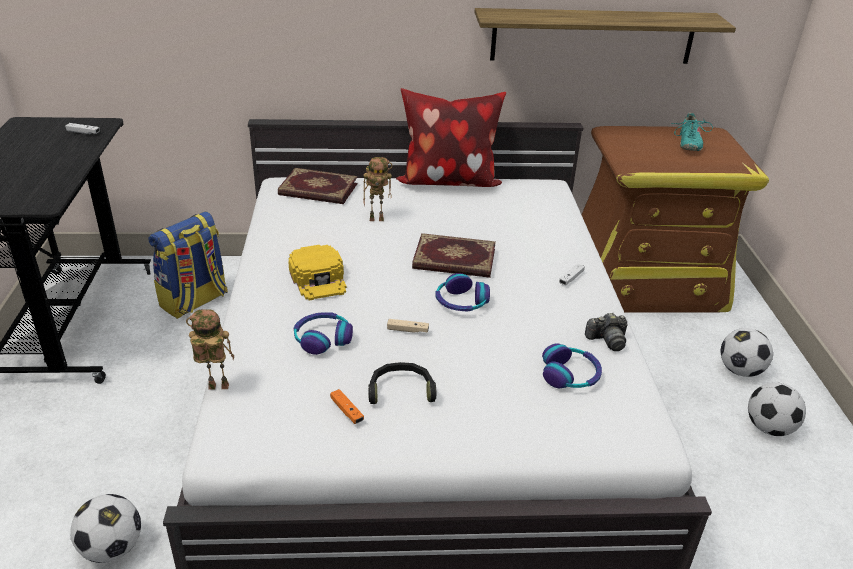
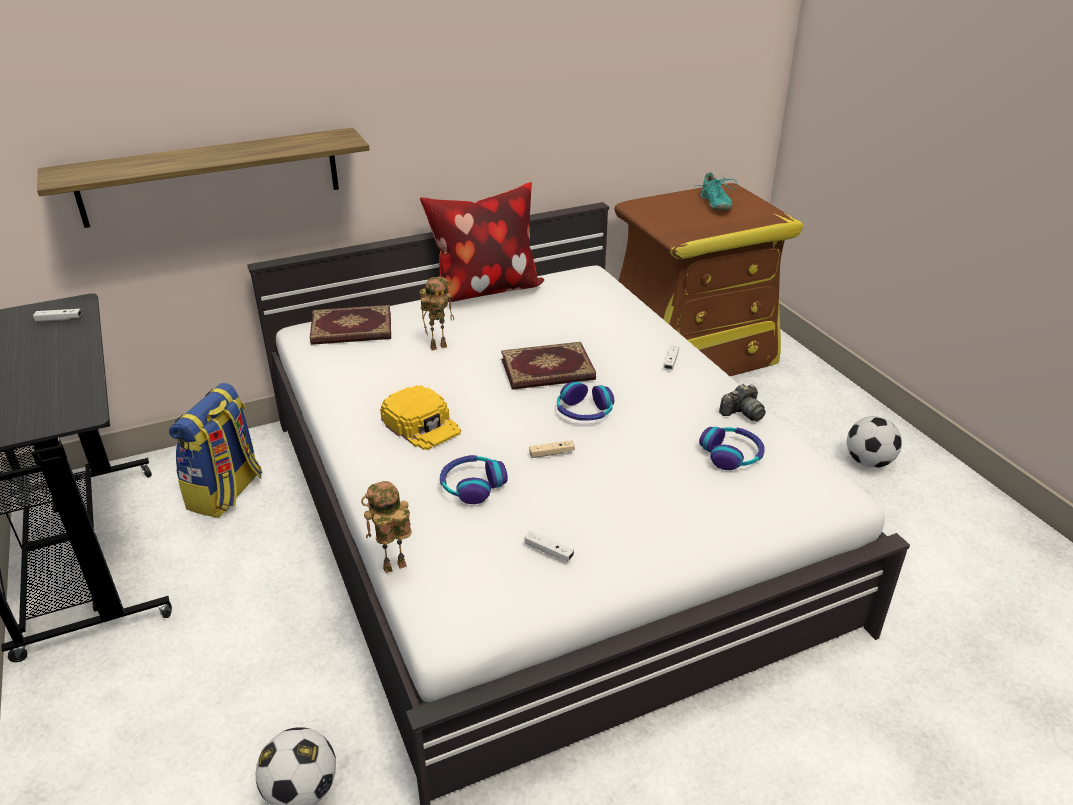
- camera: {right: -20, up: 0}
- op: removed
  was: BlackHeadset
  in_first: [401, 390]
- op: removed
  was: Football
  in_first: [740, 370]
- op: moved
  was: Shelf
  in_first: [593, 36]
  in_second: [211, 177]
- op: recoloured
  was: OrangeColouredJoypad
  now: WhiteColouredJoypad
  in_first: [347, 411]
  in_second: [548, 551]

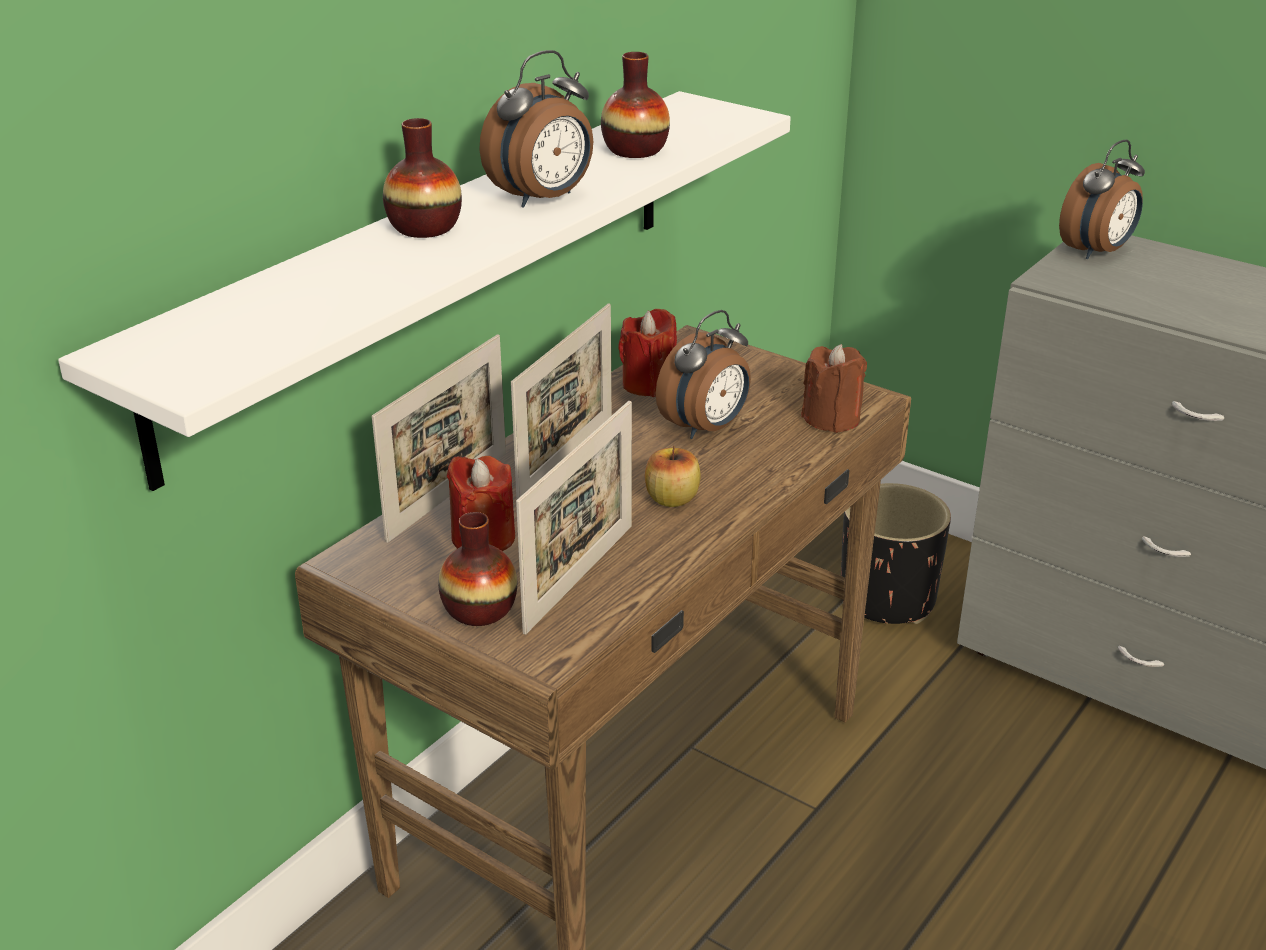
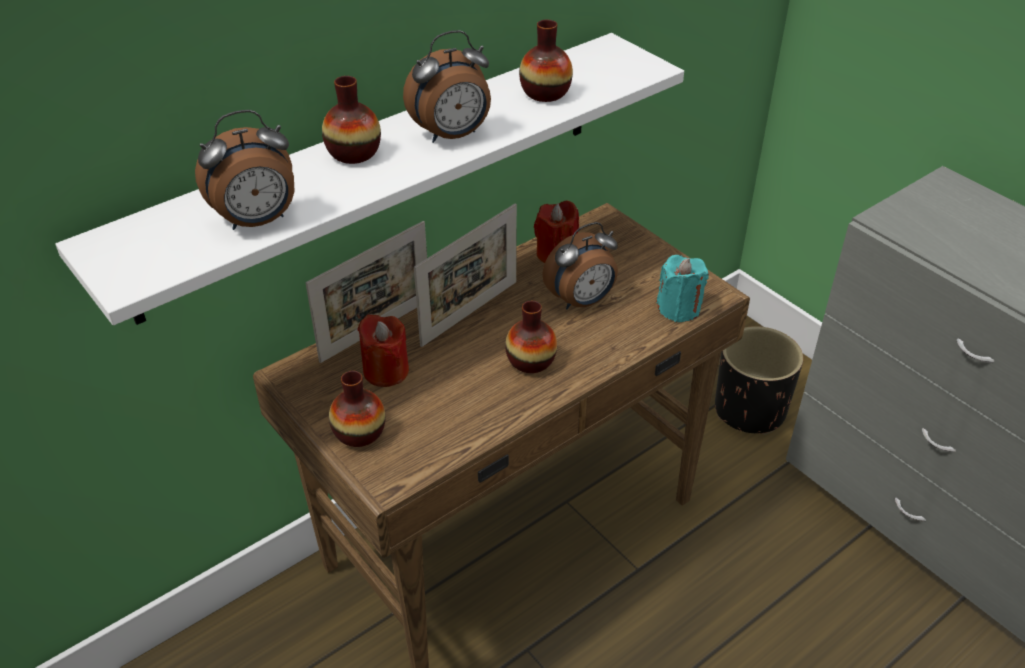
- camera: {right: 15, up: 10}
- op: removed
  was: PictureFrame
  in_first: [580, 577]
- op: moved
  was: TableClock
  in_first: [1097, 252]
  in_second: [257, 221]
- op: replaced
  was: AppleFruit
  now: FlowerVase
  in_first: [672, 499]
  in_second: [530, 361]
- op: recoloured
  was: BrownColouredWaxLight
  now: TurquoiseWaxLight
  in_first: [832, 419]
  in_second: [679, 308]

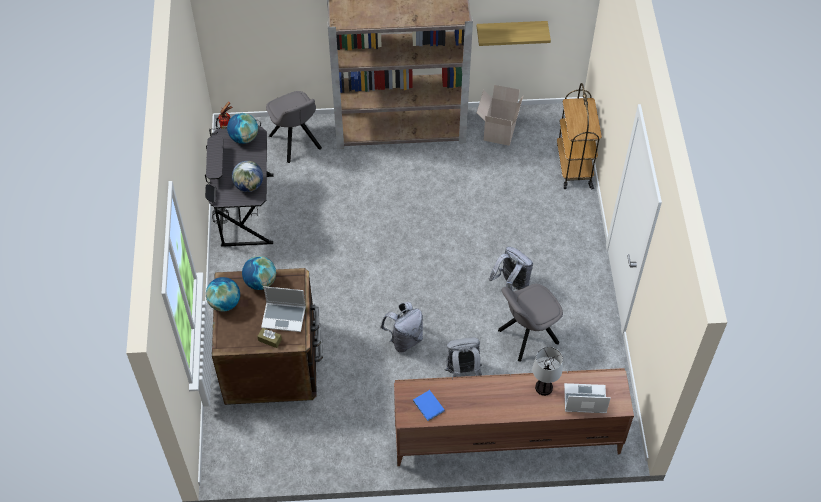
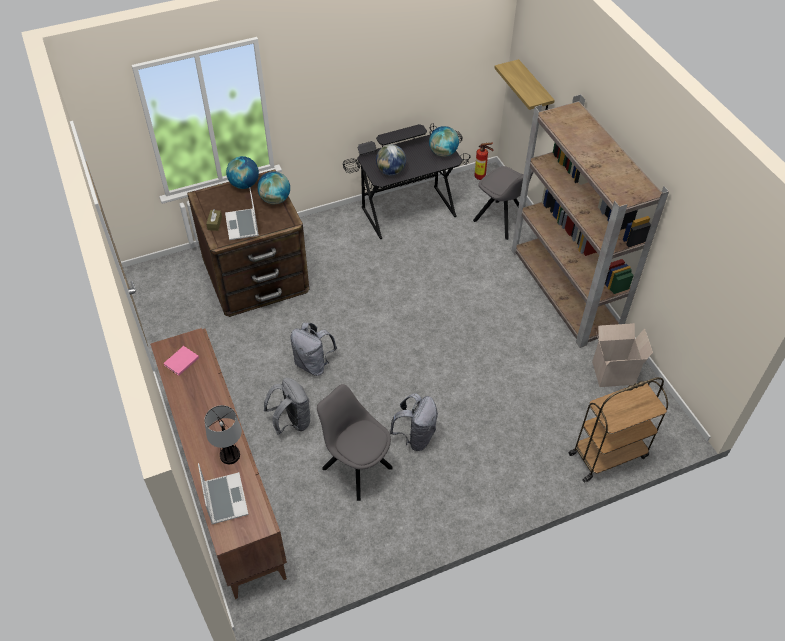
- camera: {right: 70, up: -5}
- op: moved
  was: Shelf
  in_first: [511, 30]
  in_second: [534, 89]
- op: recoloured
  was: BluishVolume
  now: PinkVolume
  in_first: [428, 407]
  in_second: [180, 362]
- op: turned
  was: GrayChair
  in_first: [296, 142]
  in_second: [501, 220]
  clockwise: -90

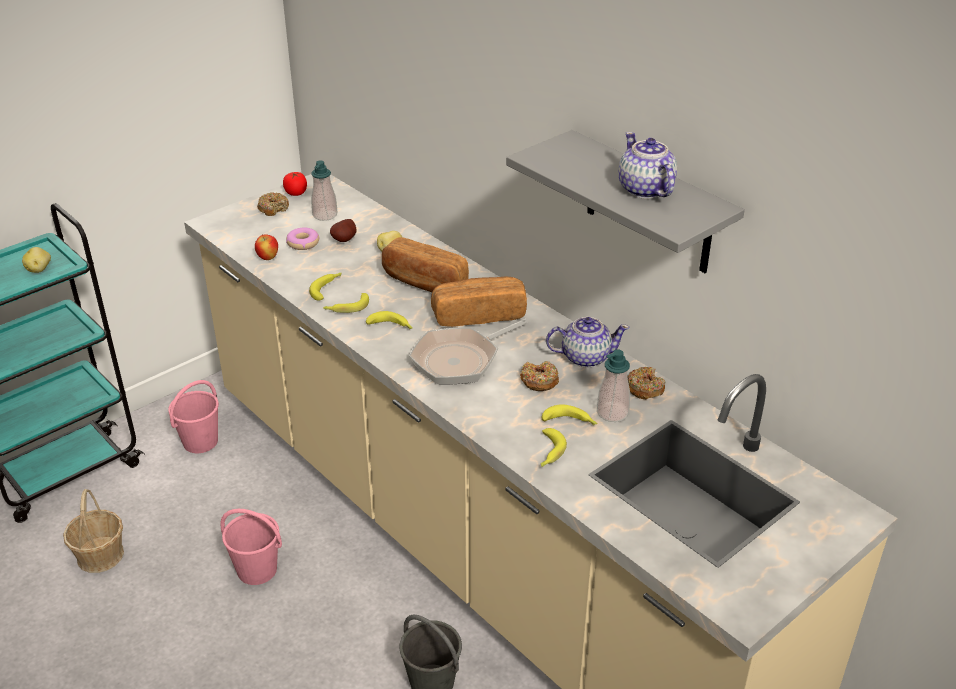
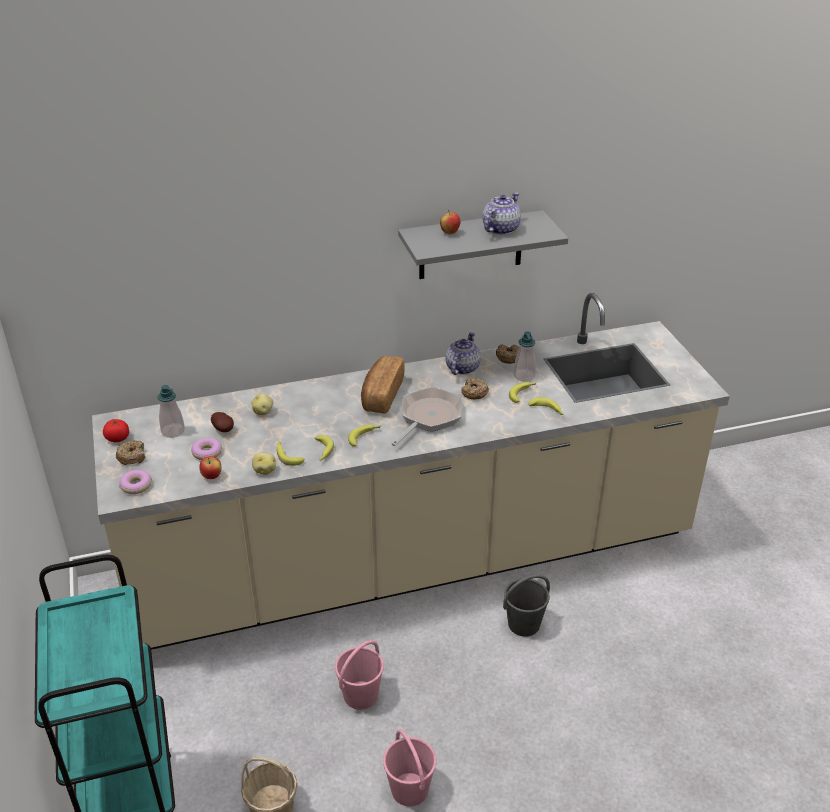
- camera: {right: -65, up: 0}
- op: removed
  was: Bread
  in_first: [423, 282]
- op: added
  now: Donut
  in_second: [136, 485]
- op: added
  now: AppleFruit
  in_second: [450, 233]
- op: moved
  was: Spud
  in_first: [39, 269]
  in_second: [265, 470]
- op: moved
  was: PinkPail
  in_first: [201, 441]
  in_second: [409, 789]
- op: turned
  was: FryingPan
  in_first: [460, 360]
  in_second: [428, 417]
  clockwise: -135
- op: turned
  was: TeaPot
  in_first: [645, 190]
  in_second: [500, 229]
  clockwise: 120

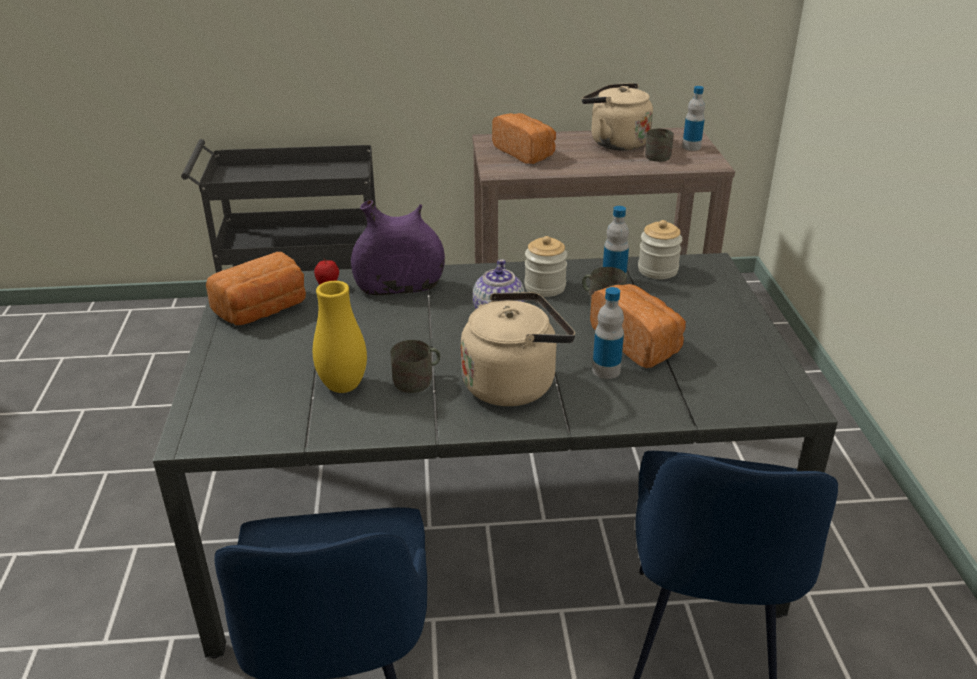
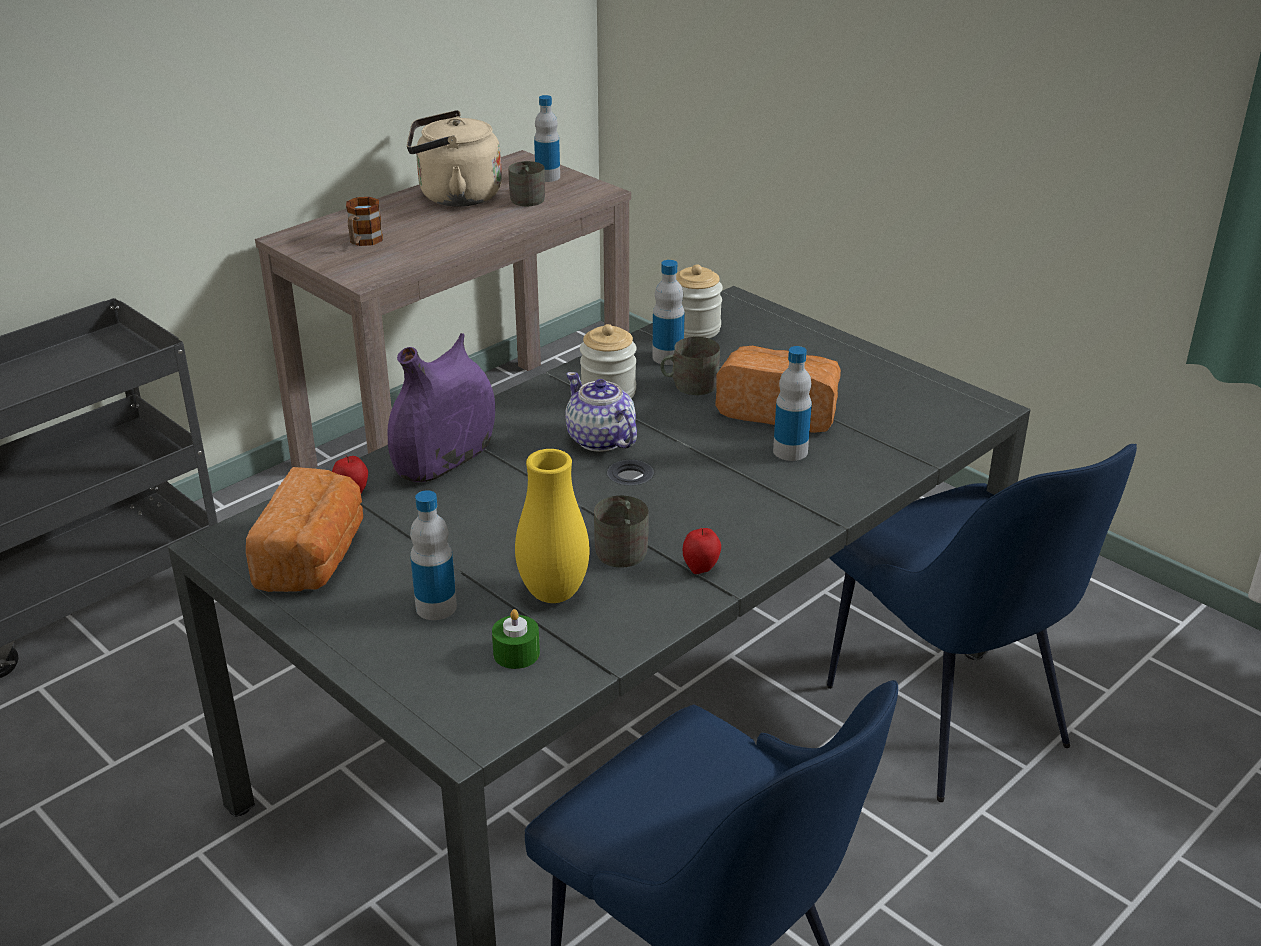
- camera: {right: -40, up: 0}
- op: removed
  was: BeigeColouredWaterKettle
  in_first: [514, 383]
- op: added
  now: DrinkBottle
  in_second: [436, 607]
- op: added
  now: GreenColouredWaxLight
  in_second: [516, 653]
- op: added
  now: AppleFruit
  in_second: [701, 569]
- op: replaced
  was: Bread
  now: CoffeeMug
  in_first: [525, 152]
  in_second: [363, 242]

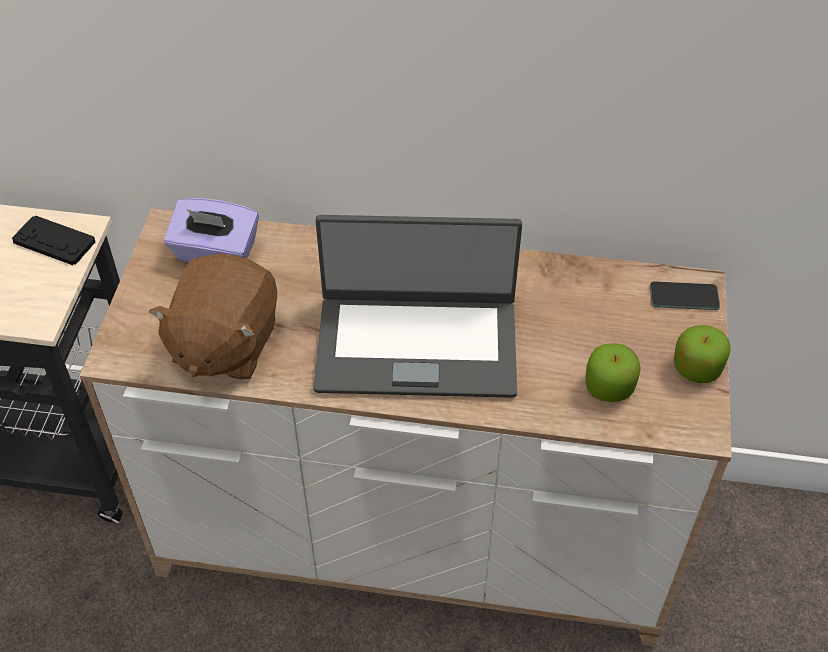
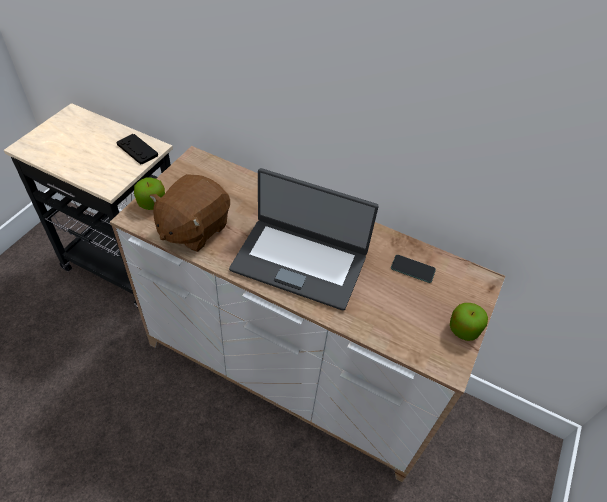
- camera: {right: 15, up: 0}
- op: removed
  was: PurpleBoxOfTissues
  in_first: [216, 253]
- op: moved
  was: AppleFruit
  in_first: [609, 387]
  in_second: [152, 203]
- op: moved
  was: Telephone
  in_first: [684, 297]
  in_second: [413, 269]

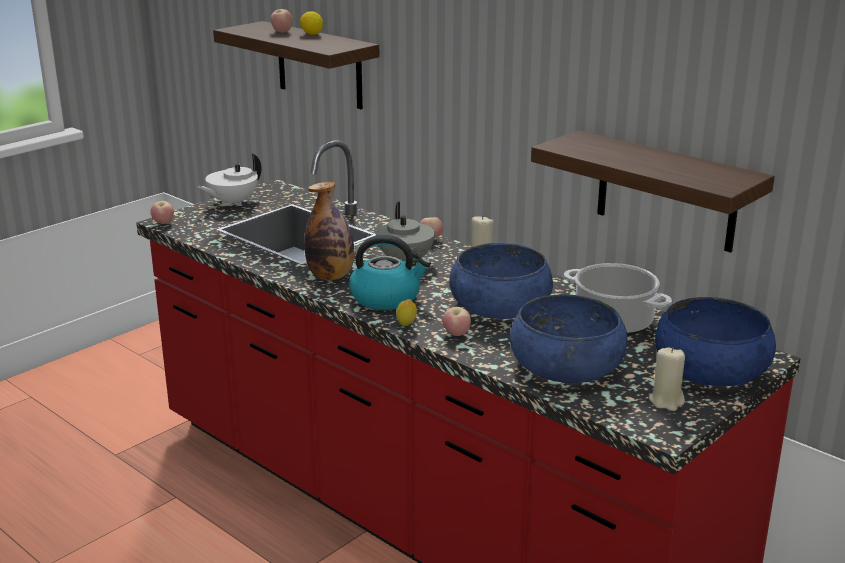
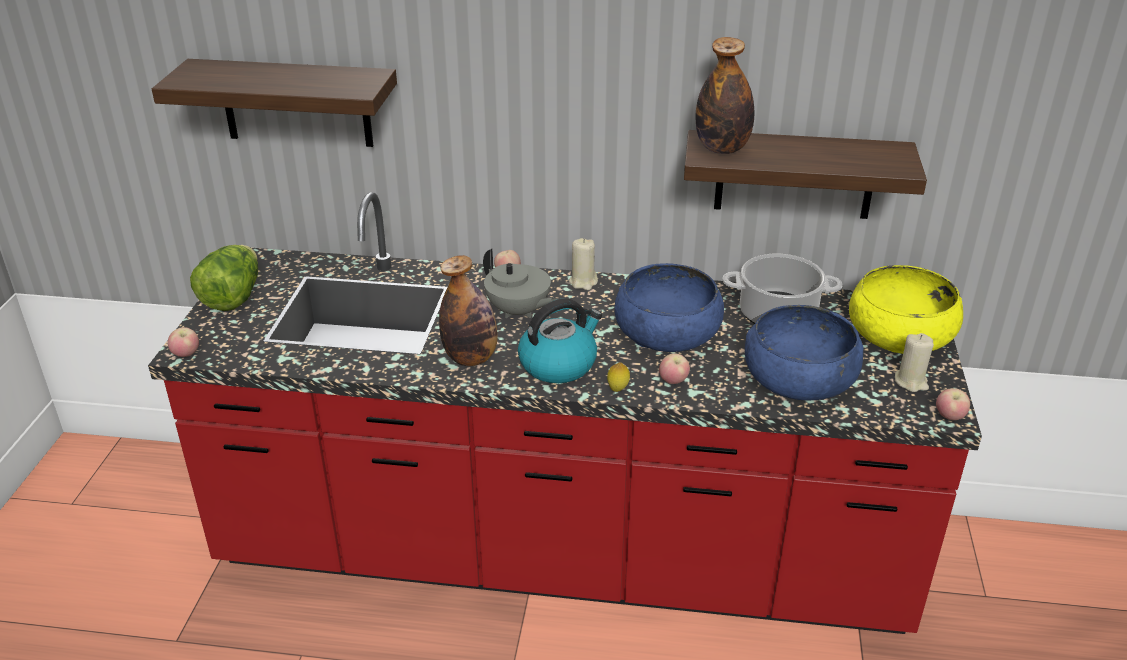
- camera: {right: -35, up: 10}
- op: removed
  was: WholeLemon
  in_first: [311, 34]
- op: added
  now: DrinkBottle
  in_second: [722, 148]
- op: moved
  was: AppleFruit
  in_first: [282, 32]
  in_second: [949, 417]
- op: replaced
  was: WhiteColouredTeaPot
  now: HeadOfLettuce
  in_first: [232, 203]
  in_second: [233, 297]
- op: recoloured
  was: BluishServingBowl
  now: YellowColouredServingBowl
  in_first: [711, 368]
  in_second: [900, 333]

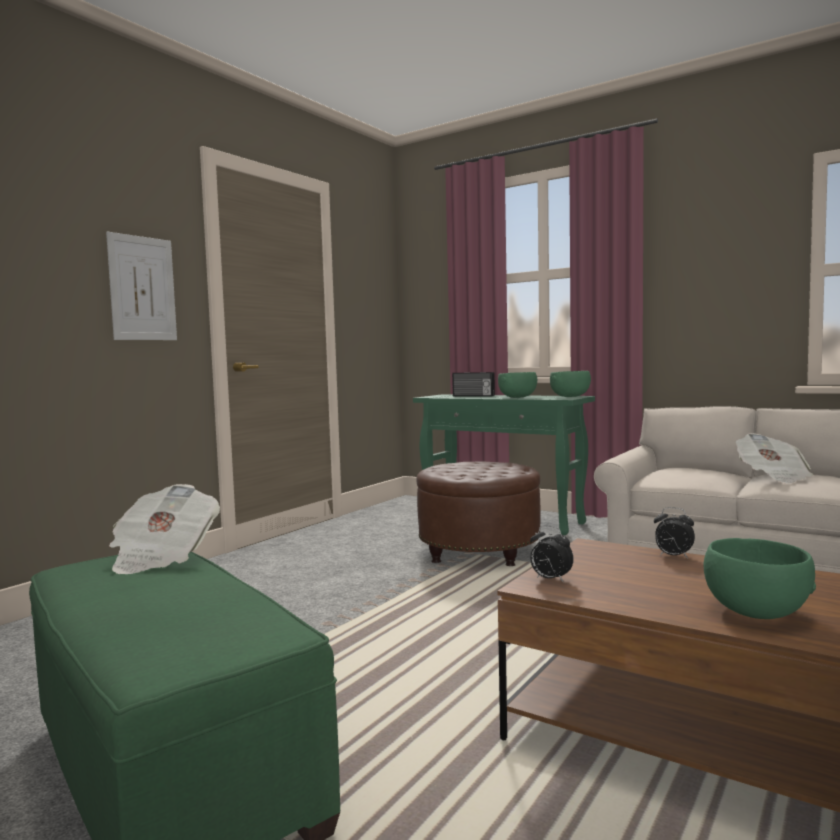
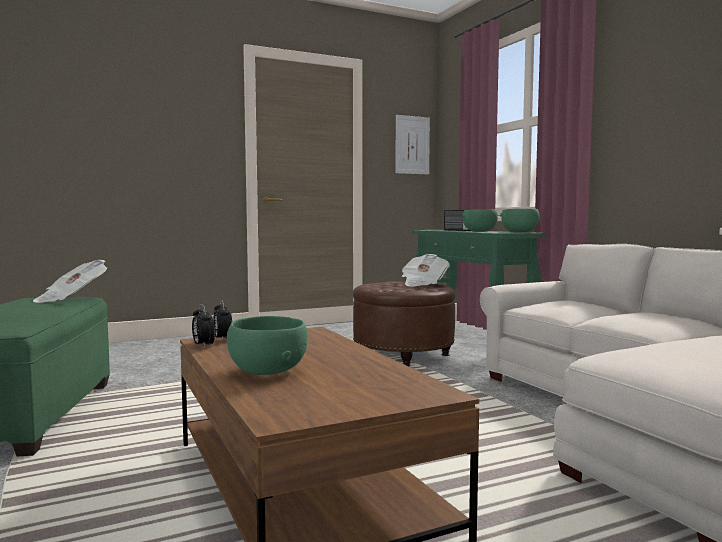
- camera: {right: 30, up: 0}
- op: moved
  was: WallArt
  in_first: [142, 288]
  in_second: [412, 145]
- op: moved
  was: TableClock
  in_first: [673, 556]
  in_second: [203, 346]
- op: moved
  was: DailyPaper
  in_first: [773, 477]
  in_second: [423, 284]

